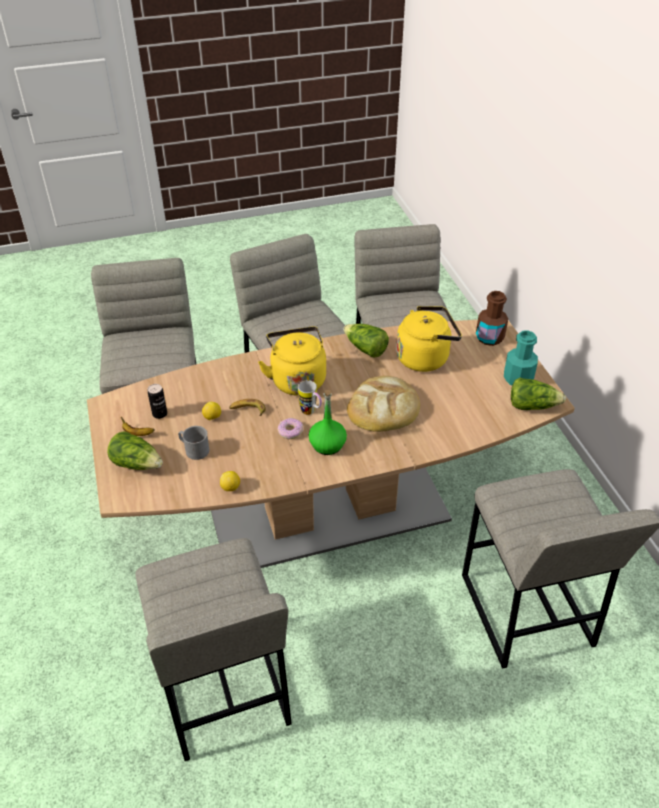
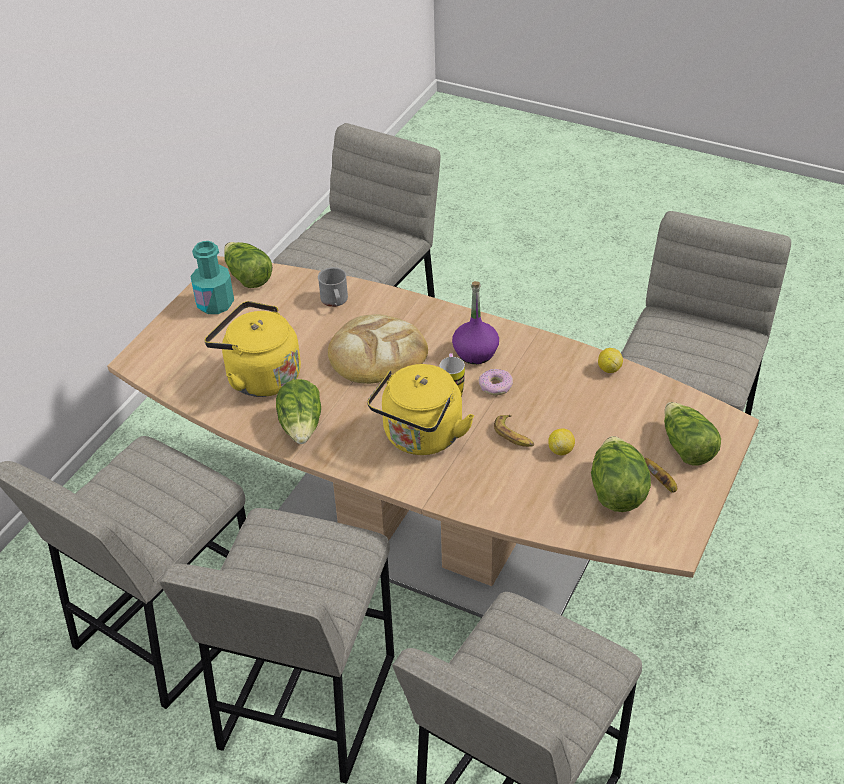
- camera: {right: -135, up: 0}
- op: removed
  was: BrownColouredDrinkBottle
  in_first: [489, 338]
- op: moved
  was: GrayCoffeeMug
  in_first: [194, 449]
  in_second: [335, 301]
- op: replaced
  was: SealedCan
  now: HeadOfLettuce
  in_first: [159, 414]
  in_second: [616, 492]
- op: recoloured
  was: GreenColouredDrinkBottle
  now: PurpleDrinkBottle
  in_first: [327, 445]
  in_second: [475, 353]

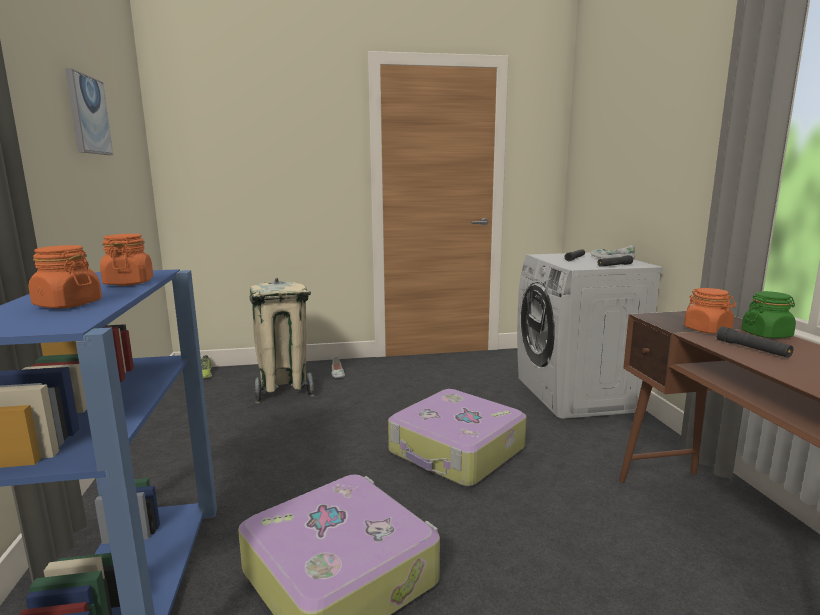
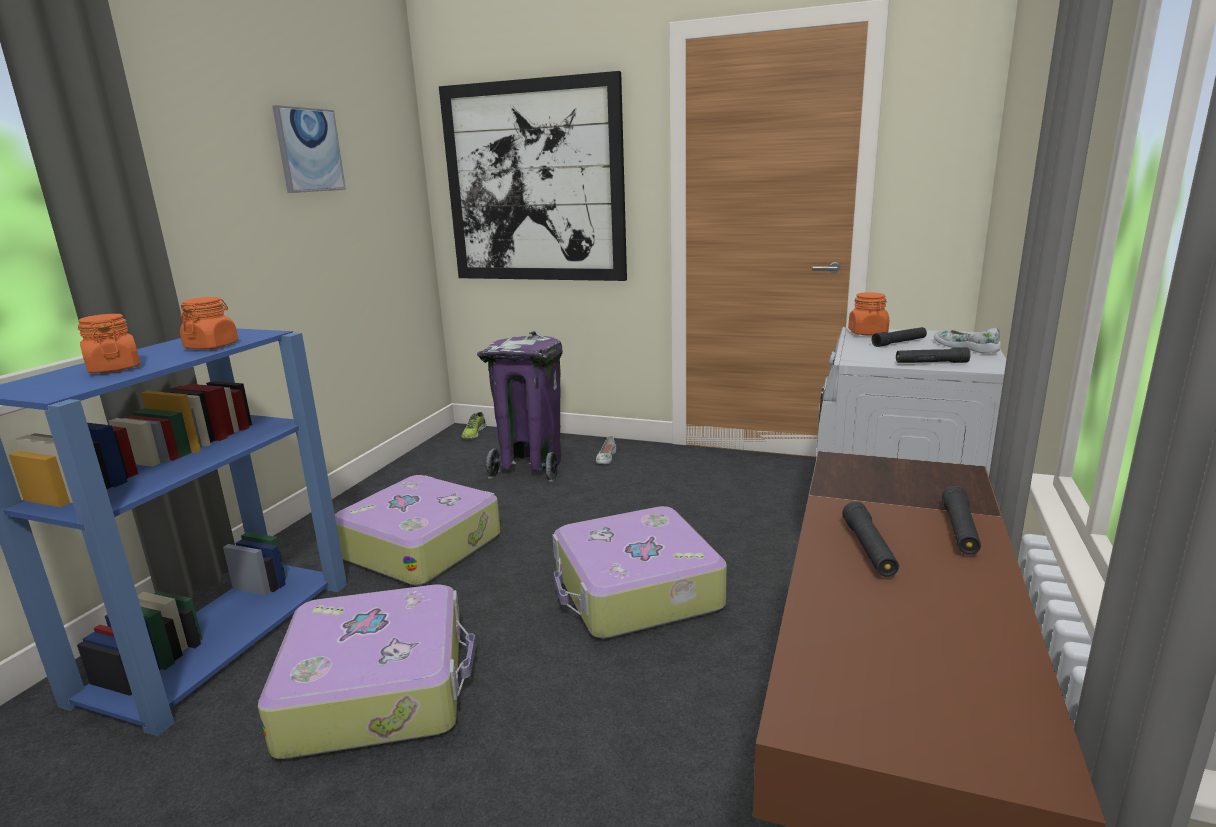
- camera: {right: 30, up: 5}
- op: added
  now: Suitcase
  in_second: [421, 545]
- op: added
  now: WallArt
  in_second: [534, 183]
- op: moved
  was: OrangeColouredPreserveJar
  in_first: [707, 330]
  in_second: [867, 333]
- op: replaced
  was: GreenColouredPreserveJar
  now: BlackTorch
  in_first: [766, 335]
  in_second: [959, 530]
- op: recoloured
  was: BeigeColouredRubbishBin
  now: PurpleRubbishBin
  in_first: [284, 389]
  in_second: [530, 467]

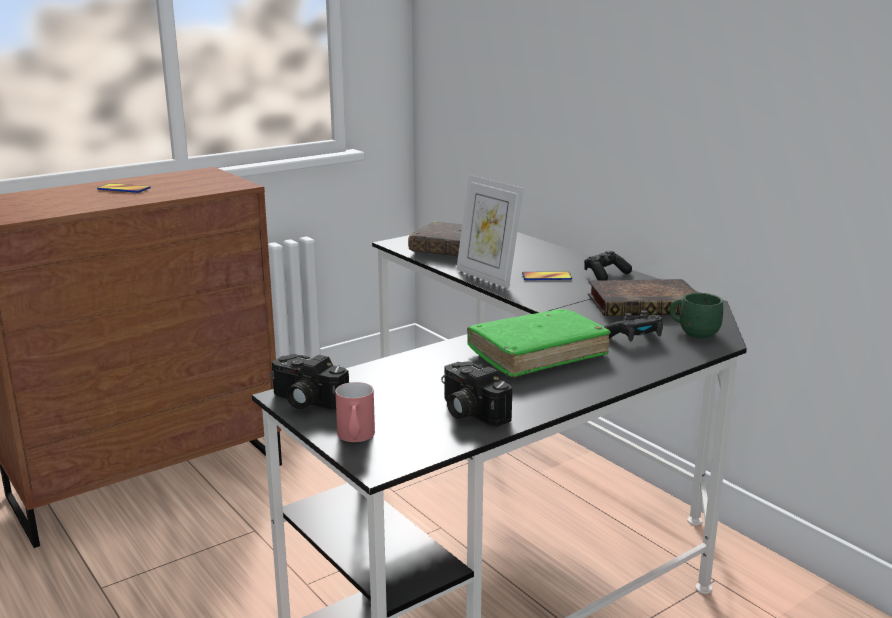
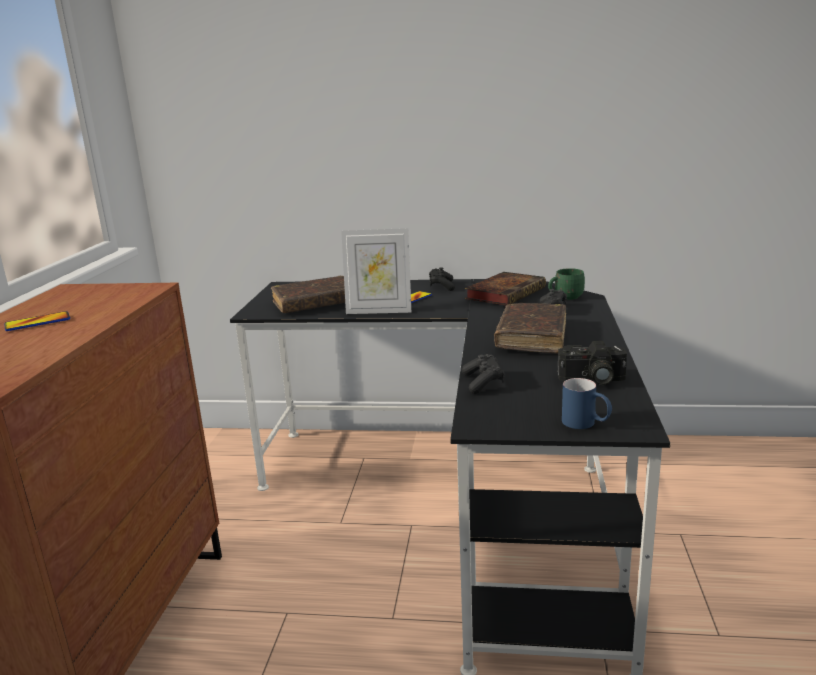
- camera: {right: -45, up: 0}
- op: removed
  was: PhotoCamera
  in_first: [305, 401]
- op: added
  now: BlackJoypad
  in_second: [483, 383]
- op: recoloured
  was: ReddishCoffeeMug
  now: BluishCoffeeMug
  in_first: [355, 438]
  in_second: [586, 424]
- op: recoloured
  was: GreenColouredVolume
  now: BrownColouredVolume
  in_first: [537, 354]
  in_second: [531, 337]

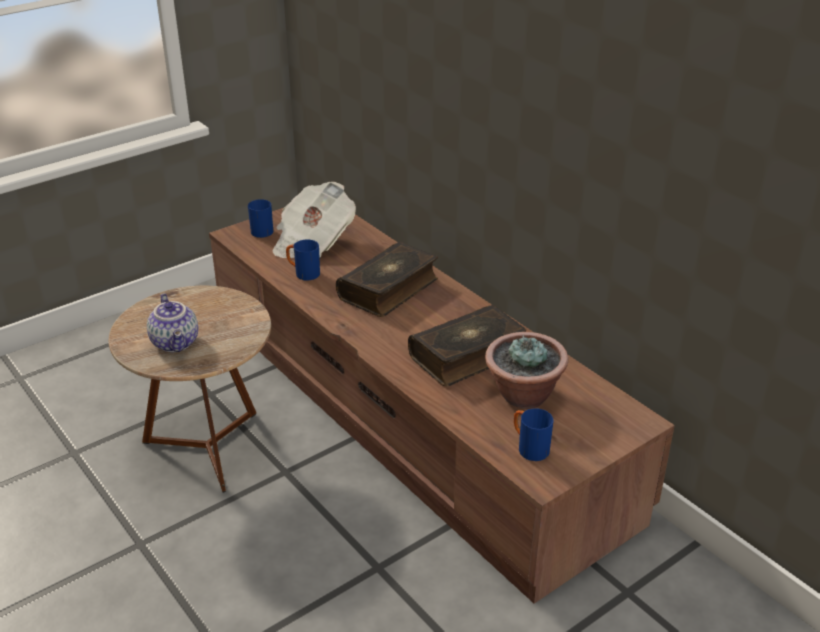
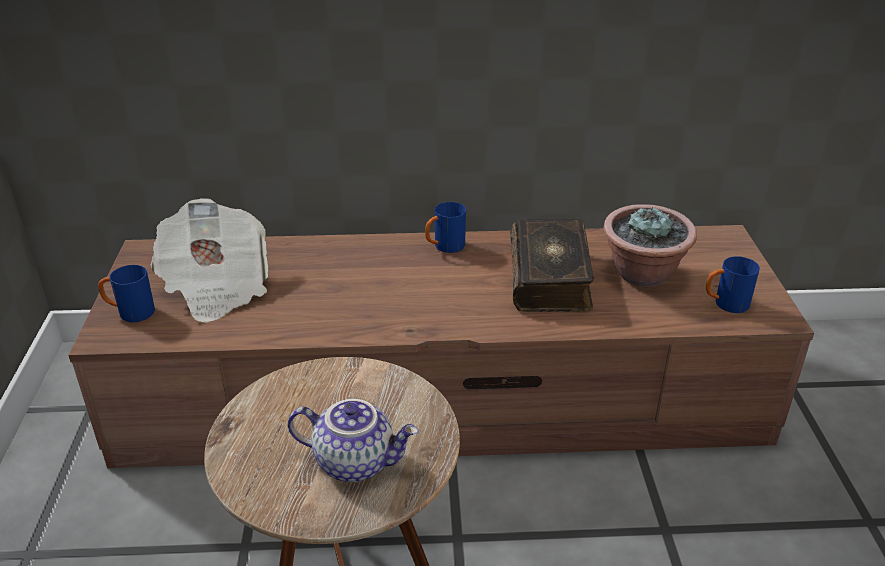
- camera: {right: -55, up: 0}
- op: removed
  was: Volume
  in_first: [389, 289]
- op: moved
  was: BluishCoffeeMug
  in_first: [303, 273]
  in_second: [444, 247]

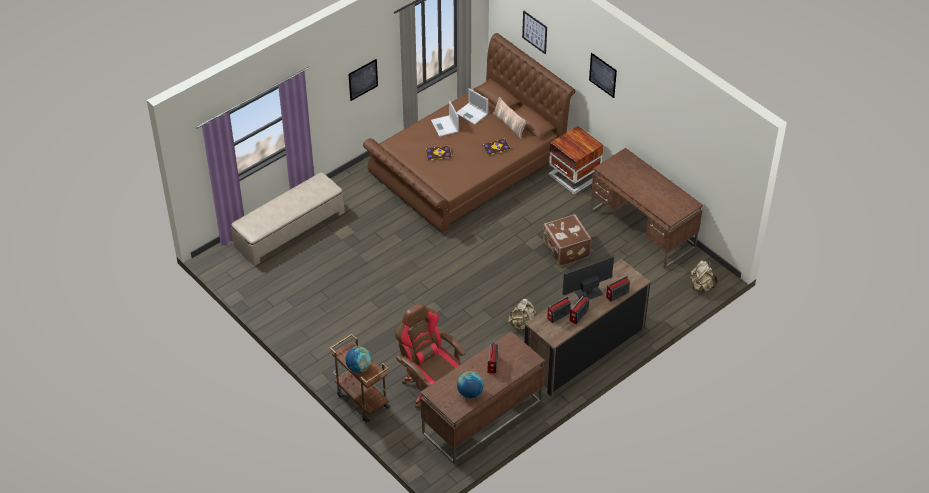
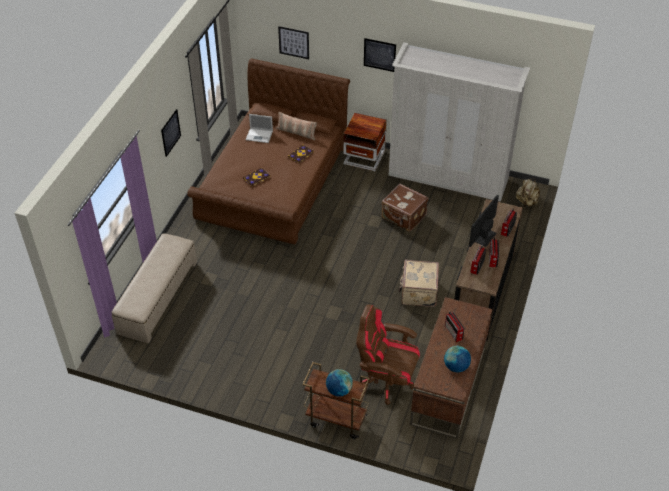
- camera: {right: -30, up: 0}
- op: removed
  was: PortableComputer
  in_first: [445, 126]
- op: replaced
  was: BeigeColouredBackpack
  now: BeigeColouredSuitcase
  in_first: [522, 325]
  in_second: [418, 292]
- op: replaced
  was: BrownColouredDeskUnit
  now: WhiteColouredWardrobe
  in_first: [643, 229]
  in_second: [448, 177]

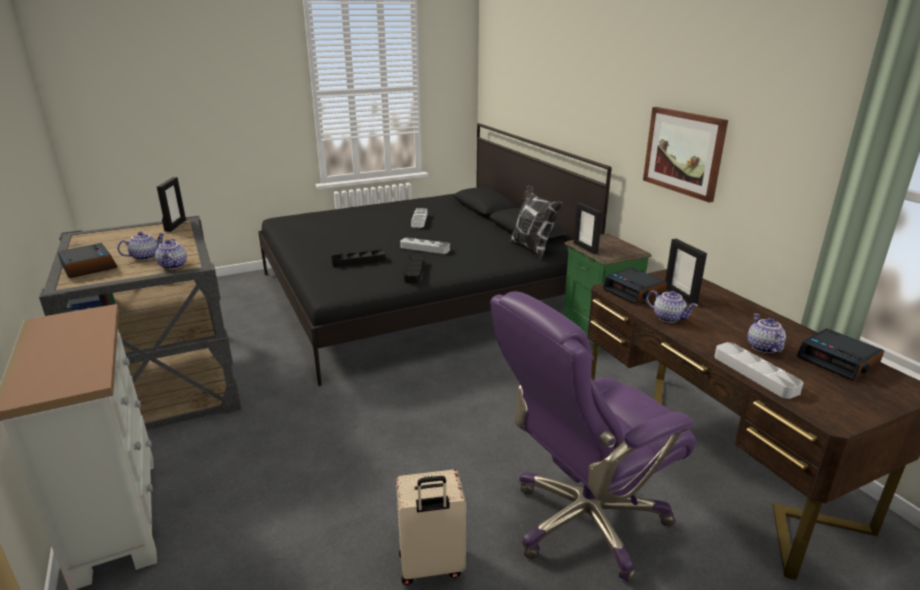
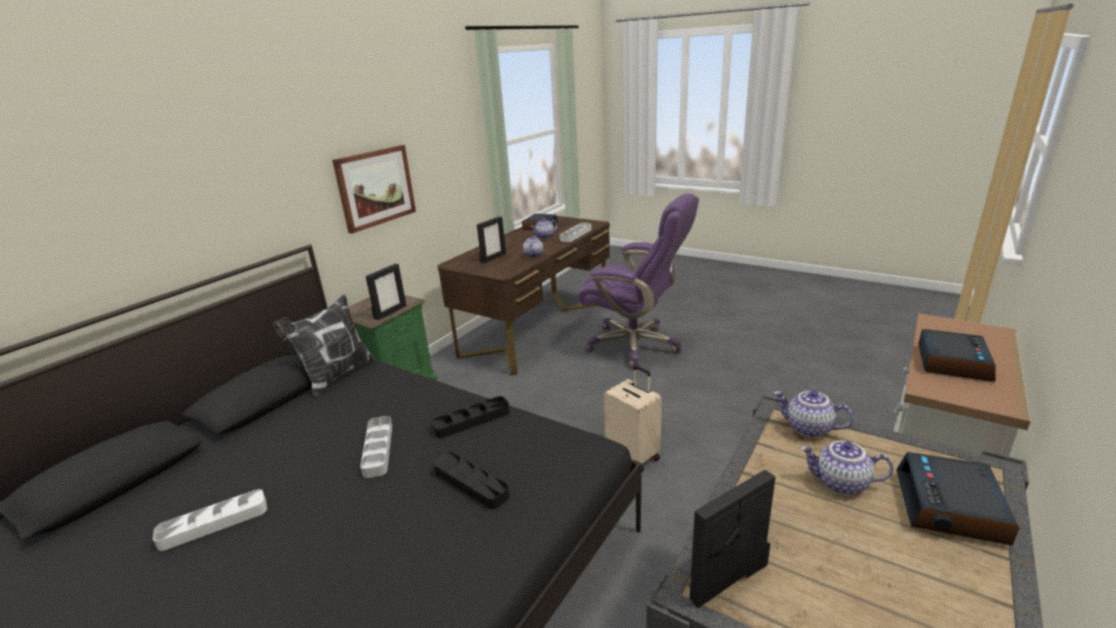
- camera: {right: -120, up: 0}
- op: moved
  was: BeigeColouredSuitcase
  in_first: [431, 567]
  in_second: [634, 455]
- op: moved
  was: TableClock
  in_first: [634, 292]
  in_second: [952, 362]
- op: turned
  was: TeaPot
  in_first: [174, 266]
  in_second: [808, 429]
  clockwise: -105

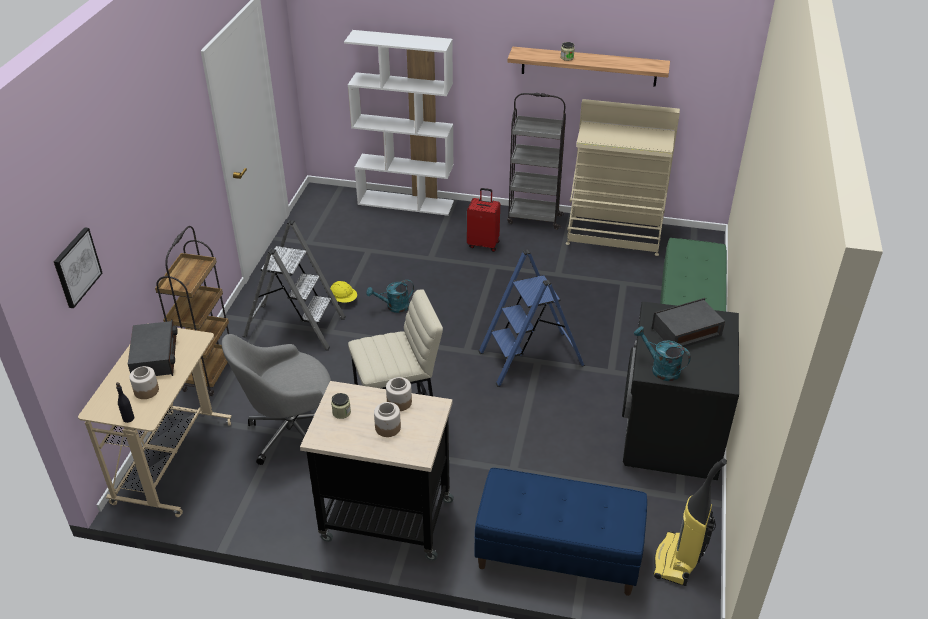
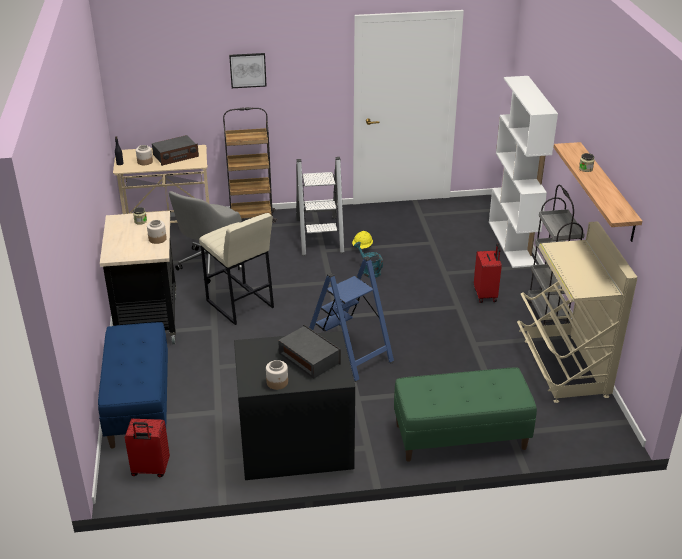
- camera: {right: 70, up: -5}
- op: removed
  was: TurquoiseWateringCan
  in_first: [660, 368]
- op: moved
  was: WallArt
  in_first: [76, 267]
  in_second: [248, 70]
- op: moved
  was: PreserveJar
  in_first: [388, 427]
  in_second: [277, 382]
- op: replaced
  was: VacuumCleaner
  now: ReddishSuitcase
  in_first: [677, 561]
  in_second: [150, 469]
- op: turned
  was: GrayOfficeChair
  in_first: [291, 435]
  in_second: [210, 264]
  clockwise: -105

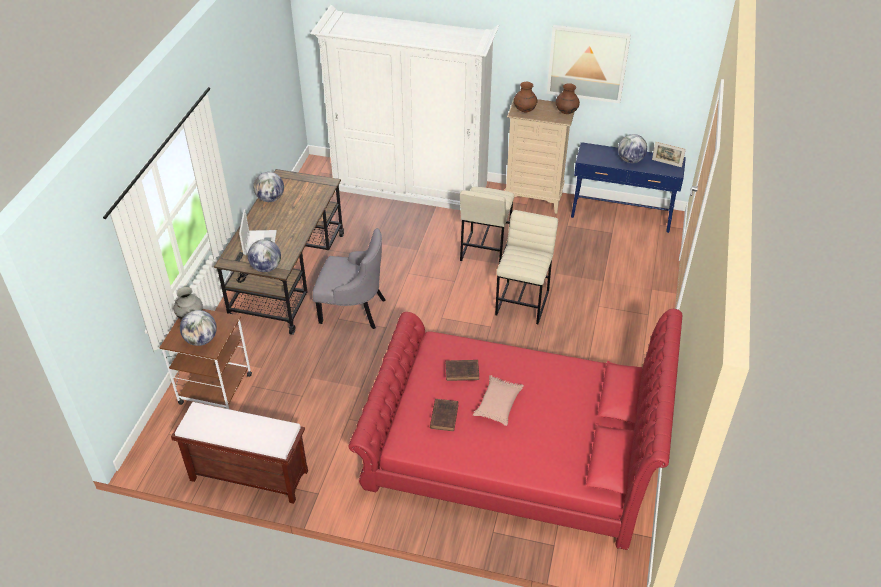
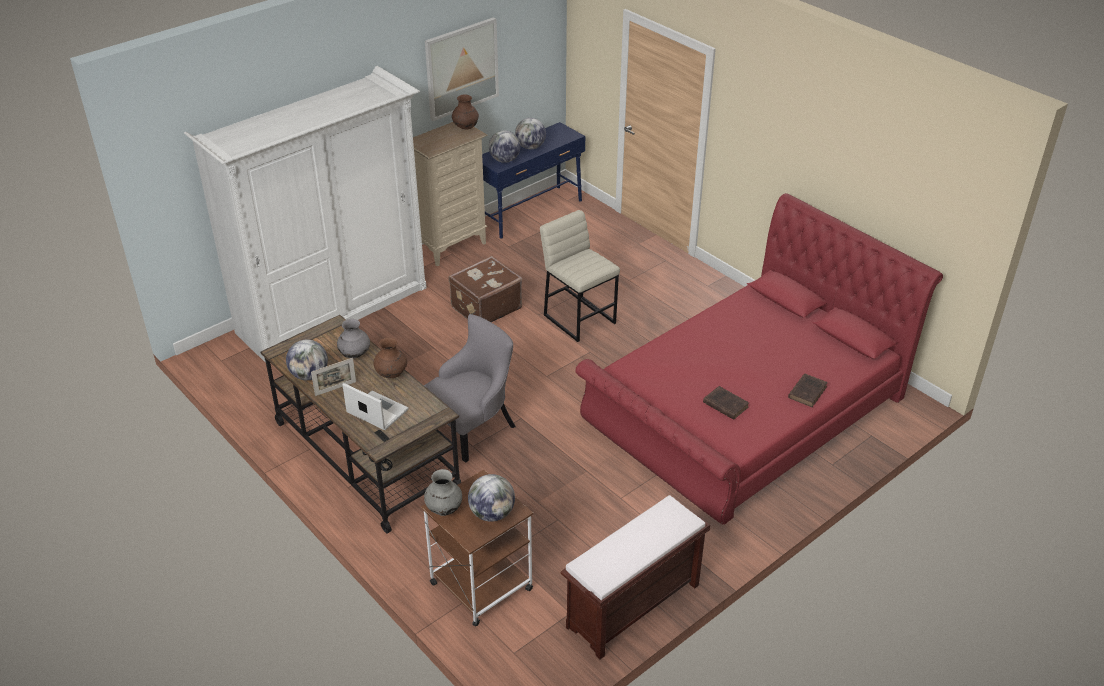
- camera: {right: -55, up: -5}
- op: removed
  was: BeigeColouredCushion
  in_first: [498, 403]
- op: added
  now: GrayFlowerVase
  in_second: [355, 354]
- op: moved
  was: WorldGlobe
  in_first: [266, 268]
  in_second: [504, 160]
- op: moved
  was: BrownColouredVolume
  in_first: [463, 371]
  in_second: [808, 391]
- op: moved
  was: BrownColouredFlowerVase
  in_first: [524, 110]
  in_second: [391, 374]
- op: moved
  was: PictureFrame
  in_first: [666, 163]
  in_second: [335, 388]
- op: replaced
  was: BeigeColouredChair
  now: BrownColouredSuitcase
  in_first: [485, 250]
  in_second: [485, 307]

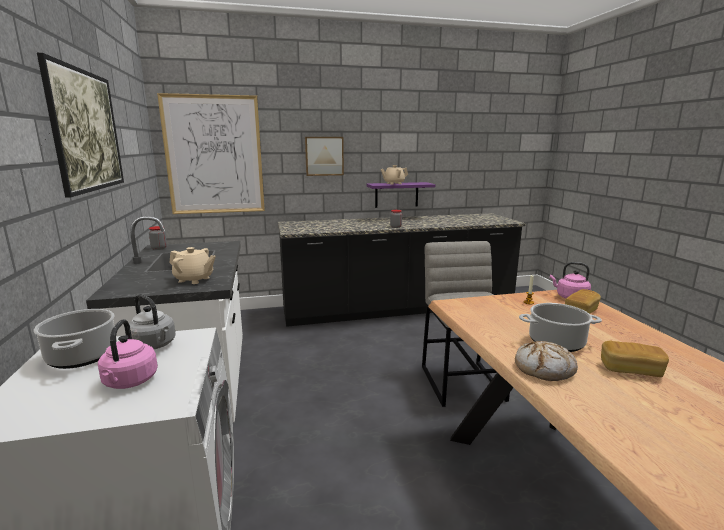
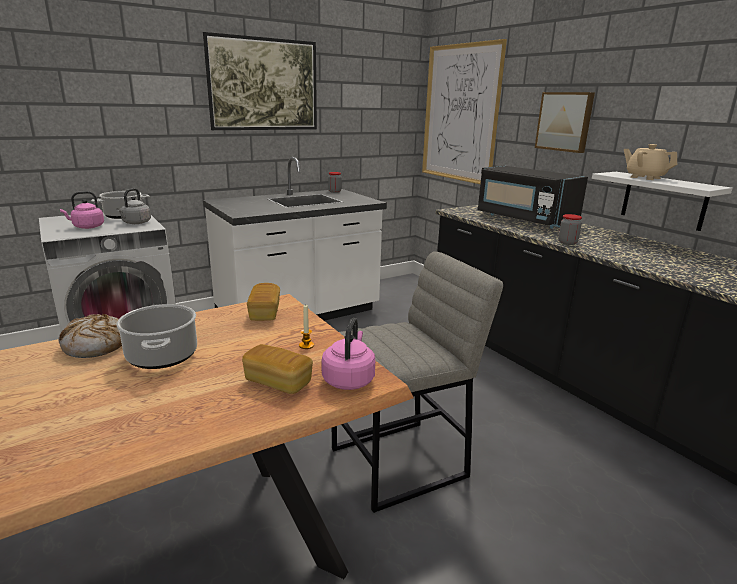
- camera: {right: 70, up: 5}
- op: removed
  was: BeigeColouredTeaPot
  in_first: [194, 279]
- op: added
  now: BlackMicrowaveOven
  in_second: [524, 219]
- op: moved
  was: Bread
  in_first: [630, 370]
  in_second: [265, 313]
- op: recoloured
  was: PurpleShelf
  now: WhiteColouredShelf
  in_first: [396, 195]
  in_second: [663, 200]

